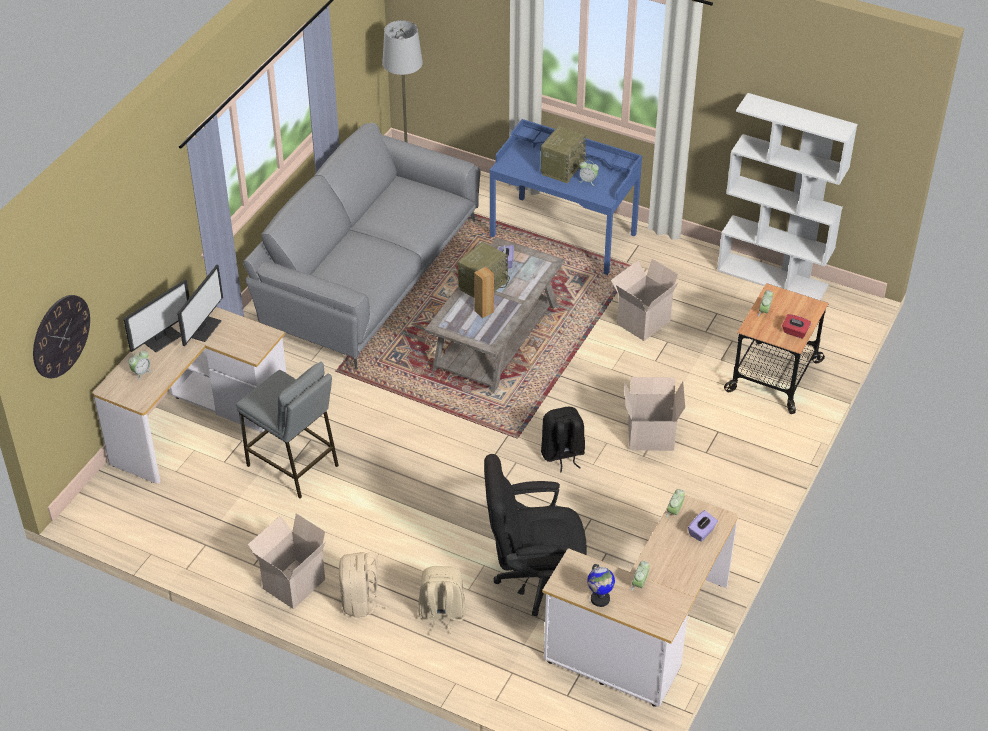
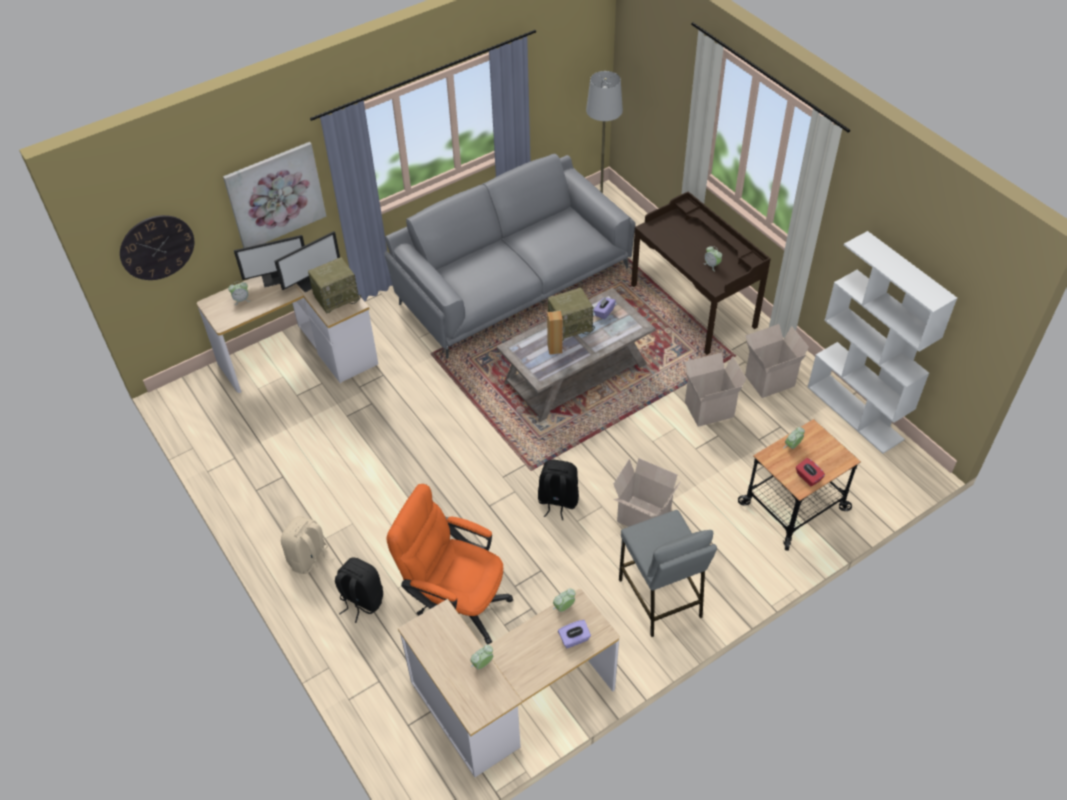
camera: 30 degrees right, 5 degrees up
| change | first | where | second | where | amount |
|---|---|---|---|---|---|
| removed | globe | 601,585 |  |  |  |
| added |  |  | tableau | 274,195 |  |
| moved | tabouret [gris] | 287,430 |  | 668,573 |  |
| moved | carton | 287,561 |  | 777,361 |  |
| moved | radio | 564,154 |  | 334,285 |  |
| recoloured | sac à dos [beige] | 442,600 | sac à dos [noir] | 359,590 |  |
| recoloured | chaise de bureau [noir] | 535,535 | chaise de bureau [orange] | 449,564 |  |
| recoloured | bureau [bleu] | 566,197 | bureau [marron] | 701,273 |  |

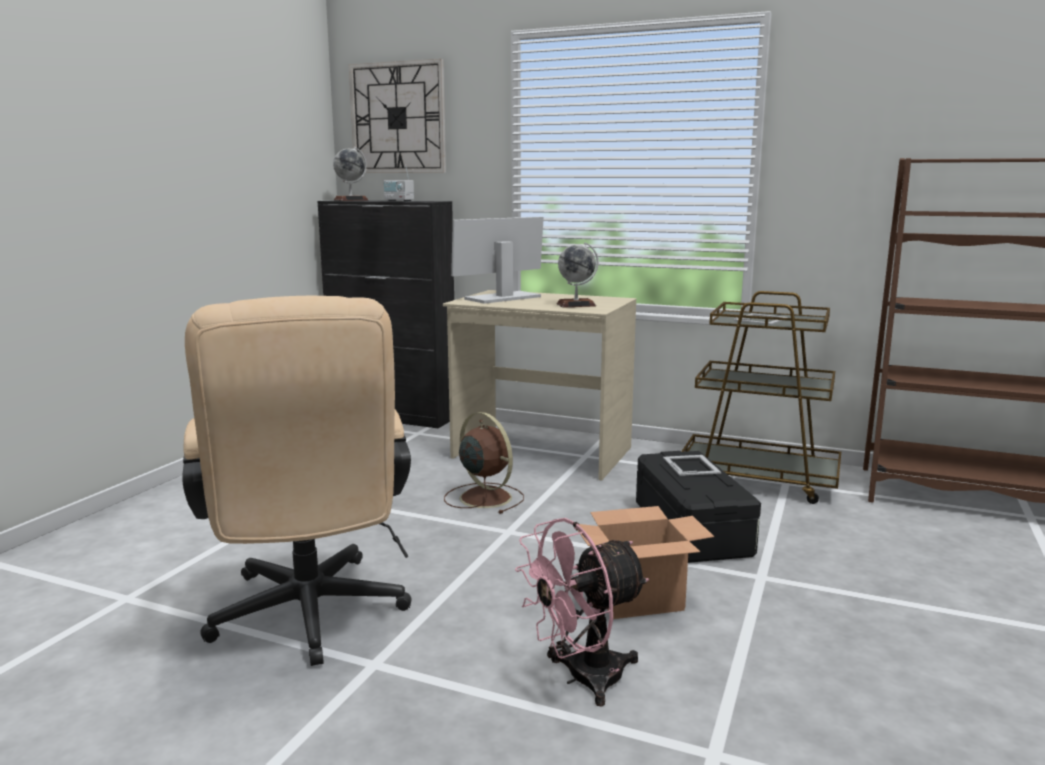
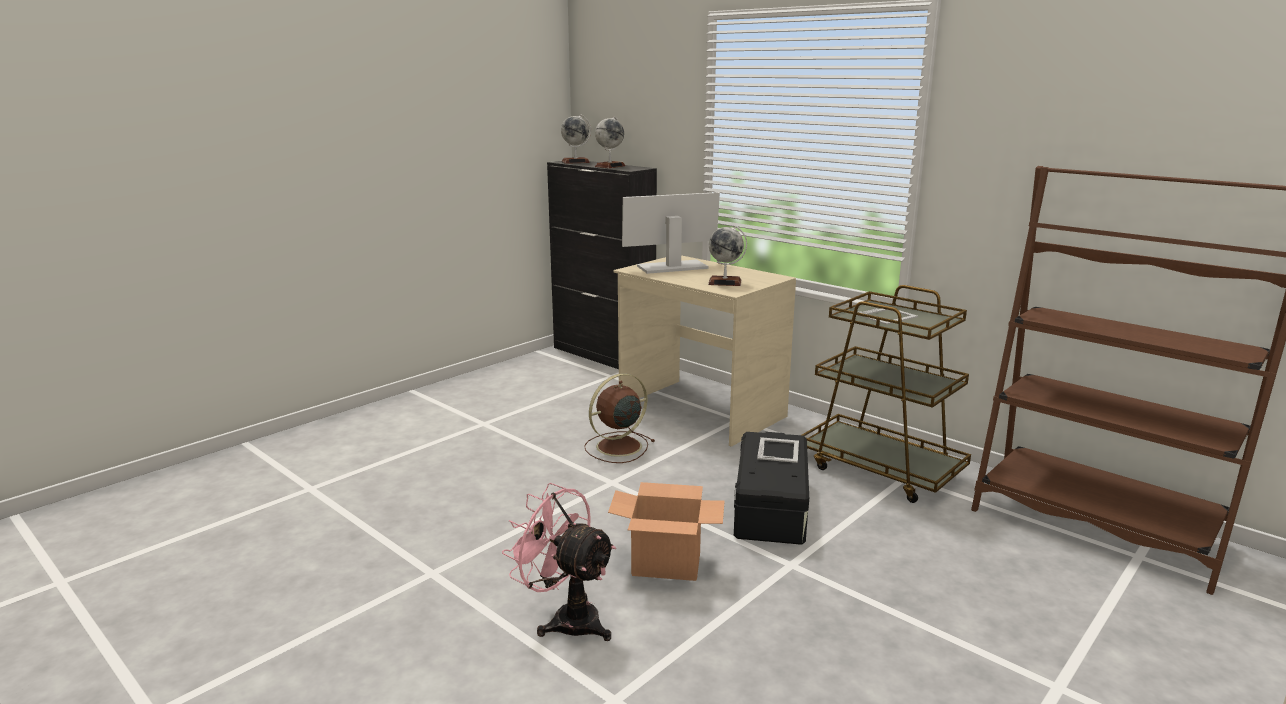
camera: 20 degrees right, 5 degrees up
| change | first | where | second | where | amount |
|---|---|---|---|---|---|
| removed | chaise de bureau [beige] | 297,481 |  |  |  |
| removed | horloge murale | 397,116 |  |  |  |
| replaced | radio | 399,182 | globe | 610,142 |  |
| turned | ventilateur [marron] | 484,463 |  | 619,418 | 105 degrees counterclockwise |
| turned | ventilateur [rose] | 582,612 |  | 559,562 | 45 degrees clockwise |

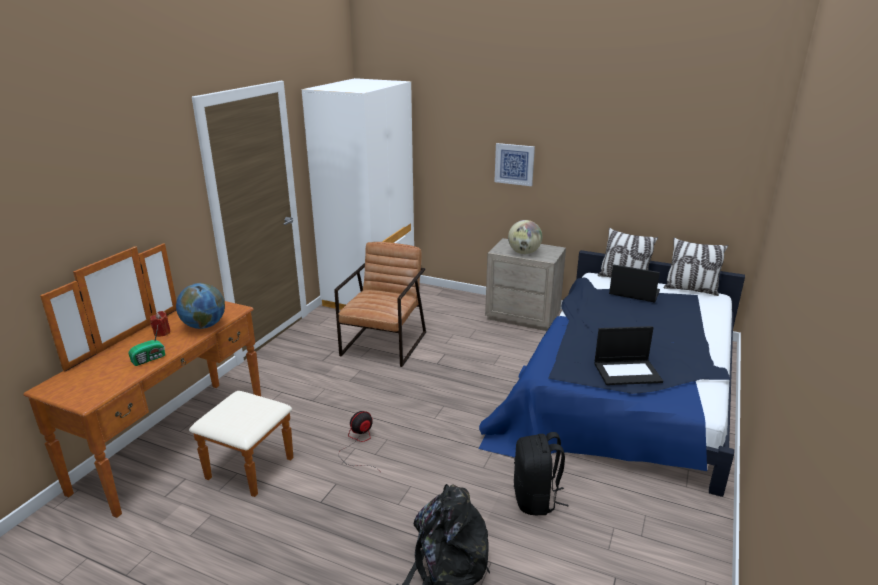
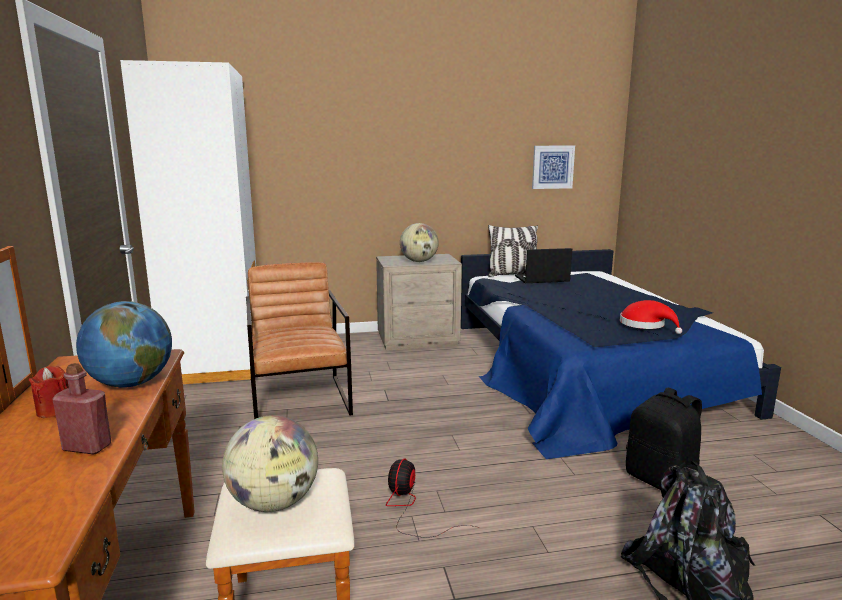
camera: 35 degrees left, 10 degrees down
| change | first | where | second | where | amount |
|---|---|---|---|---|---|
| removed | coussin | 695,267 |  |  |  |
| added |  |  | globe | 270,463 |  |
| moved | tableau | 514,164 |  | 553,167 |  |
| replaced | radio | 147,346 | bouteille [rouge] | 81,408 |  |
| replaced | ordinateur portable | 629,355 | chapeau [rouge] | 651,317 |  |

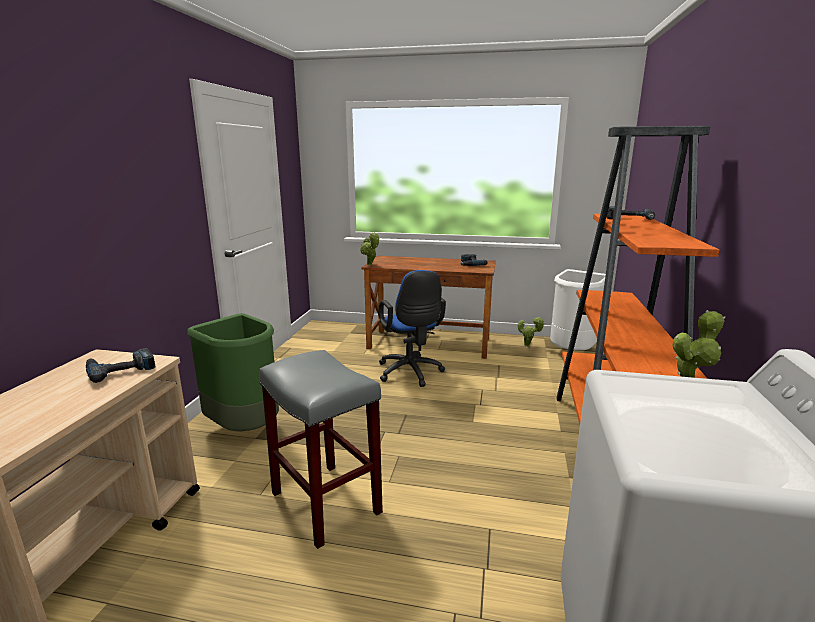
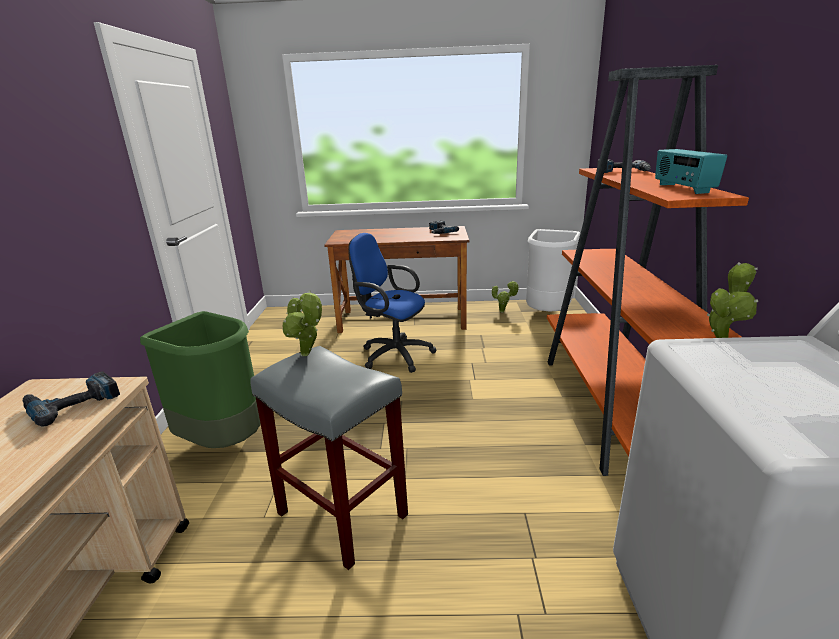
camera: 10 degrees left, 5 degrees up
| change | first | where | second | where | amount |
|---|---|---|---|---|---|
| added |  |  | radio | 691,171 |  |
| moved | plante en pot | 369,248 |  | 302,323 |  |
| turned | chaise de bureau [bleu] | 412,328 |  | 392,303 | 150 degrees clockwise |

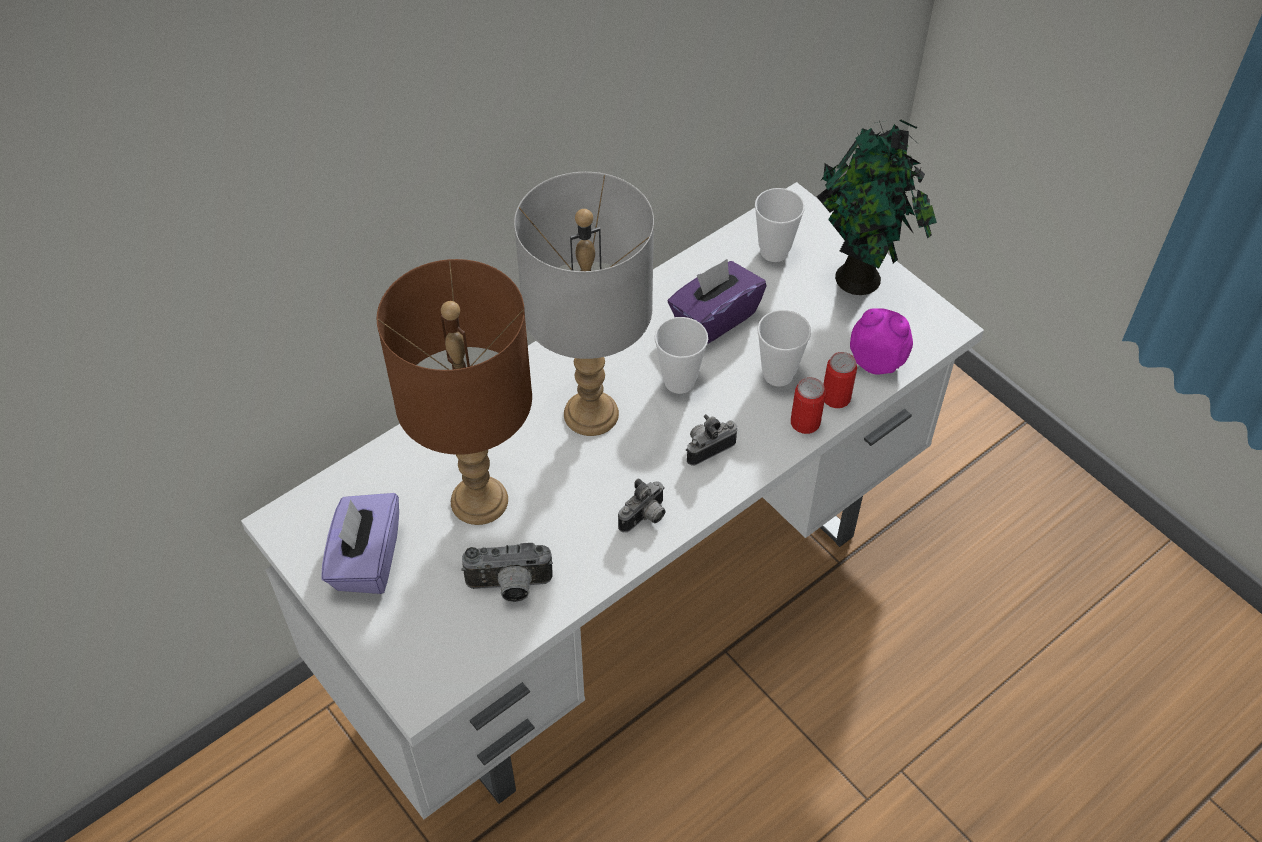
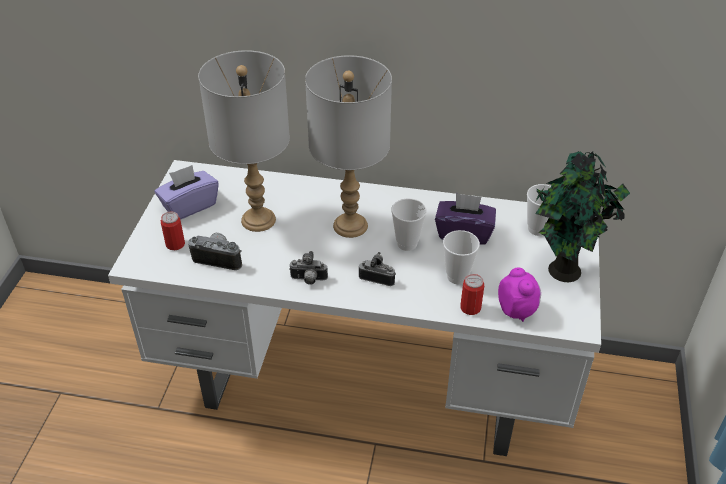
camera: 50 degrees right, 10 degrees down
| change | first | where | second | where | amount |
|---|---|---|---|---|---|
| moved | boîte métallique | 808,405 |  | 173,231 |  |
| recoloured | lampe de table [marron] | 454,392 | lampe de table [gris] | 244,141 |  |
| turned | appareil photo | 507,572 |  | 215,251 | 150 degrees clockwise |

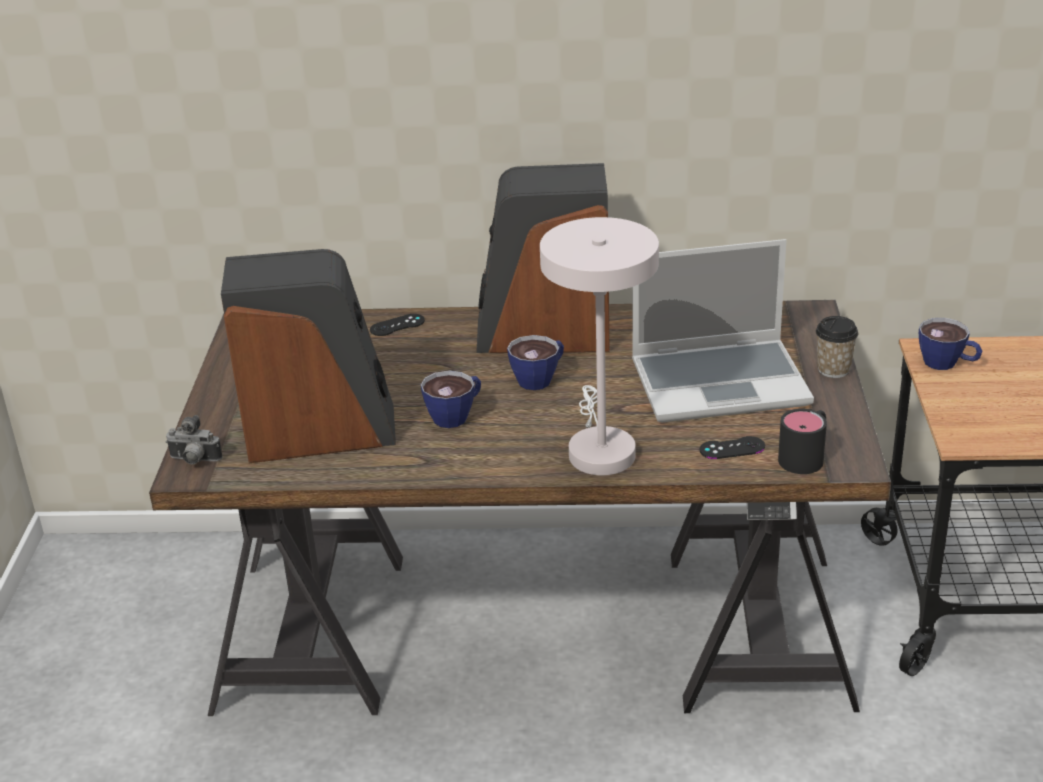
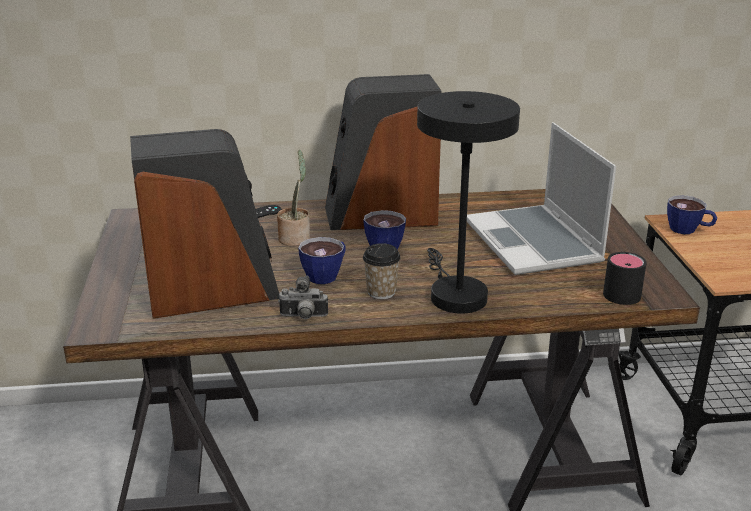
camera: 10 degrees left, 5 degrees down
| change | first | where | second | where | amount |
|---|---|---|---|---|---|
| removed | manette [noir] | 732,447 |  |  |  |
| added |  |  | plante en pot | 293,198 |  |
| moved | appareil photo | 194,439 |  | 303,297 |  |
| moved | tasse | 837,347 |  | 382,271 |  |
| recoloured | lampe de table [blanc] | 599,346 | lampe de table [noir] | 468,202 |  |
| turned | ordinateur portable | 723,330 |  | 541,198 | 90 degrees clockwise |

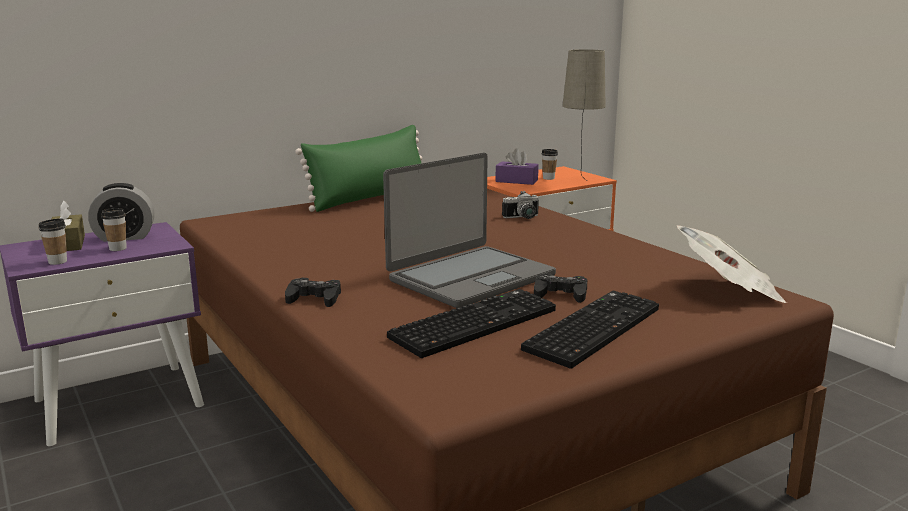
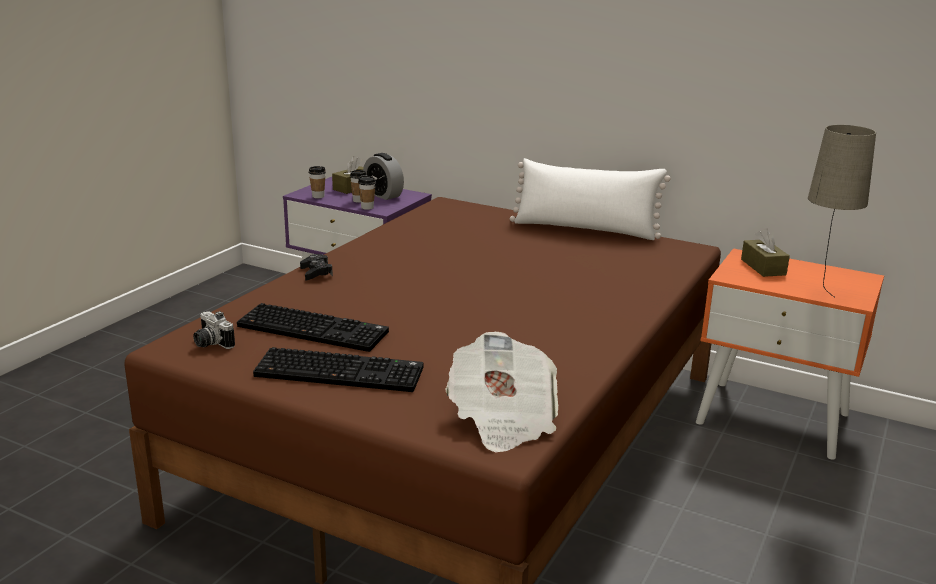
camera: 60 degrees right, 5 degrees up
| change | first | where | second | where | amount |
|---|---|---|---|---|---|
| removed | ordinateur portable | 469,230 |  |  |  |
| removed | manette [noir] | 560,288 |  |  |  |
| moved | appareil photo | 520,205 |  | 214,330 |  |
| moved | tasse | 549,164 |  | 367,193 |  |
| recoloured | coussin [vert] | 358,168 | coussin [blanc] | 590,199 |  |
| recoloured | boîte à mouchoirs [violet] | 517,166 | boîte à mouchoirs [marron] | 765,252 |  |

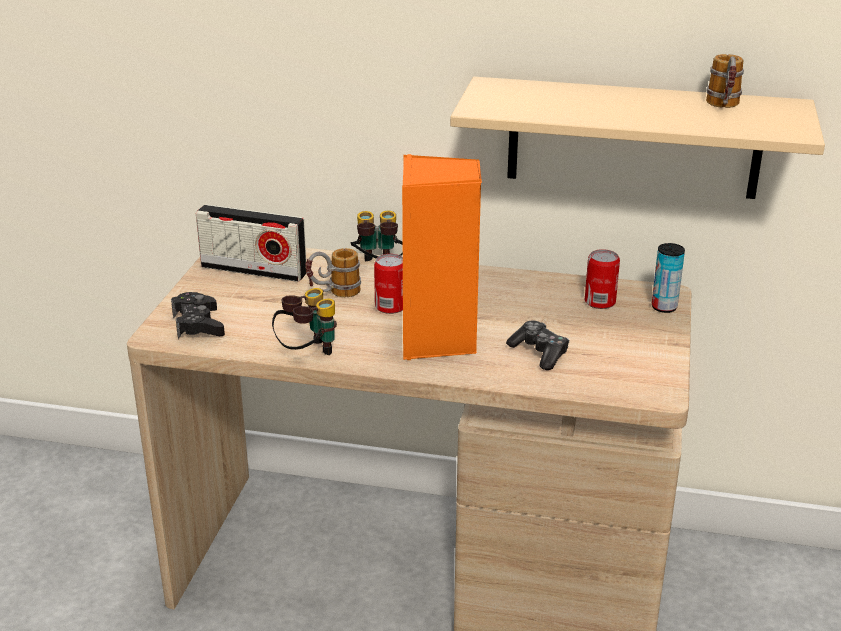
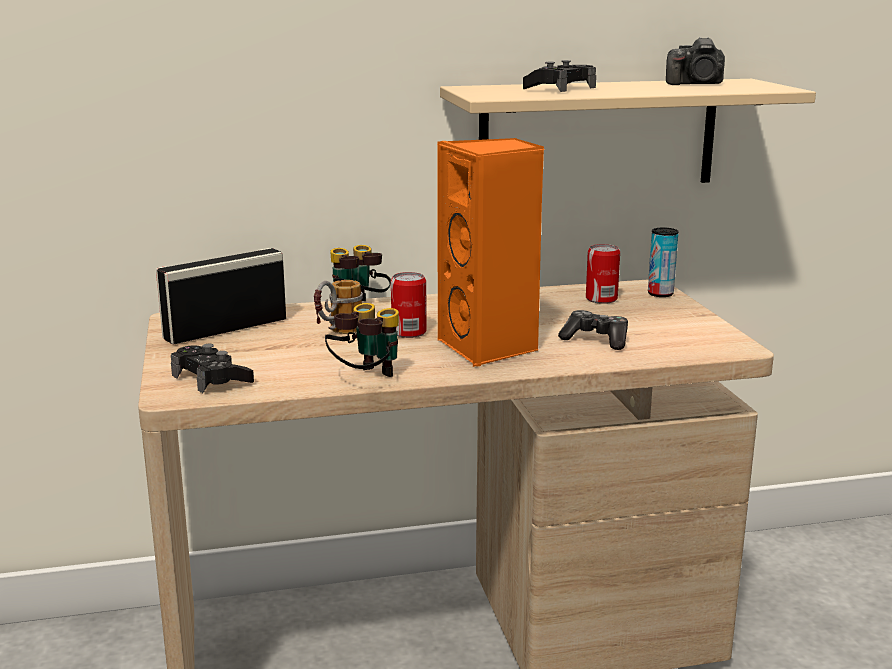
camera: 25 degrees left, 10 degrees down
| change | first | where | second | where | amount |
|---|---|---|---|---|---|
| added |  |  | manette [noir] | 559,76 |  |
| replaced | mug | 725,81 | appareil photo | 695,61 |  |
| turned | radio | 251,243 |  | 221,296 | 150 degrees clockwise |

